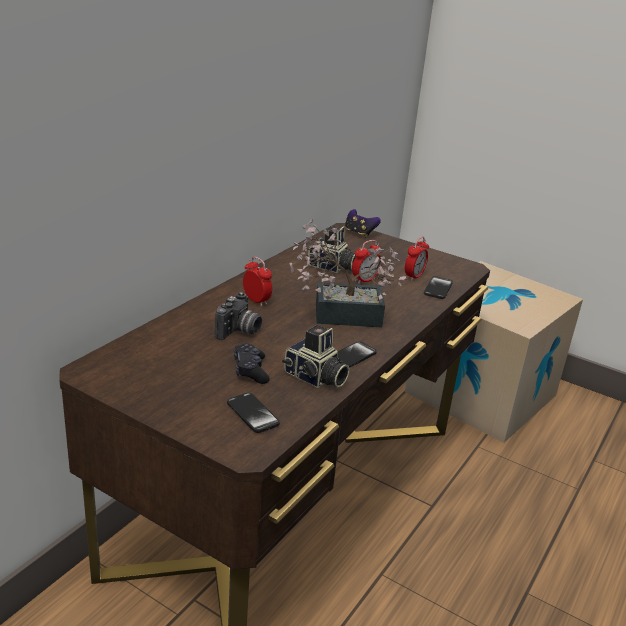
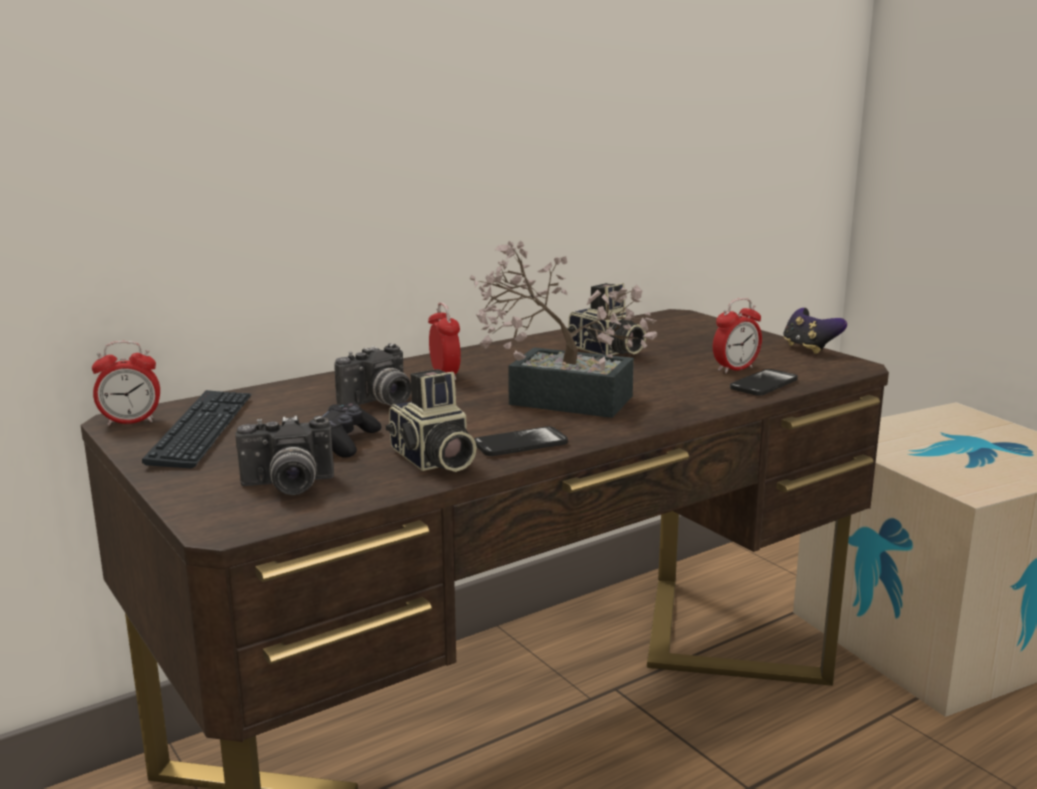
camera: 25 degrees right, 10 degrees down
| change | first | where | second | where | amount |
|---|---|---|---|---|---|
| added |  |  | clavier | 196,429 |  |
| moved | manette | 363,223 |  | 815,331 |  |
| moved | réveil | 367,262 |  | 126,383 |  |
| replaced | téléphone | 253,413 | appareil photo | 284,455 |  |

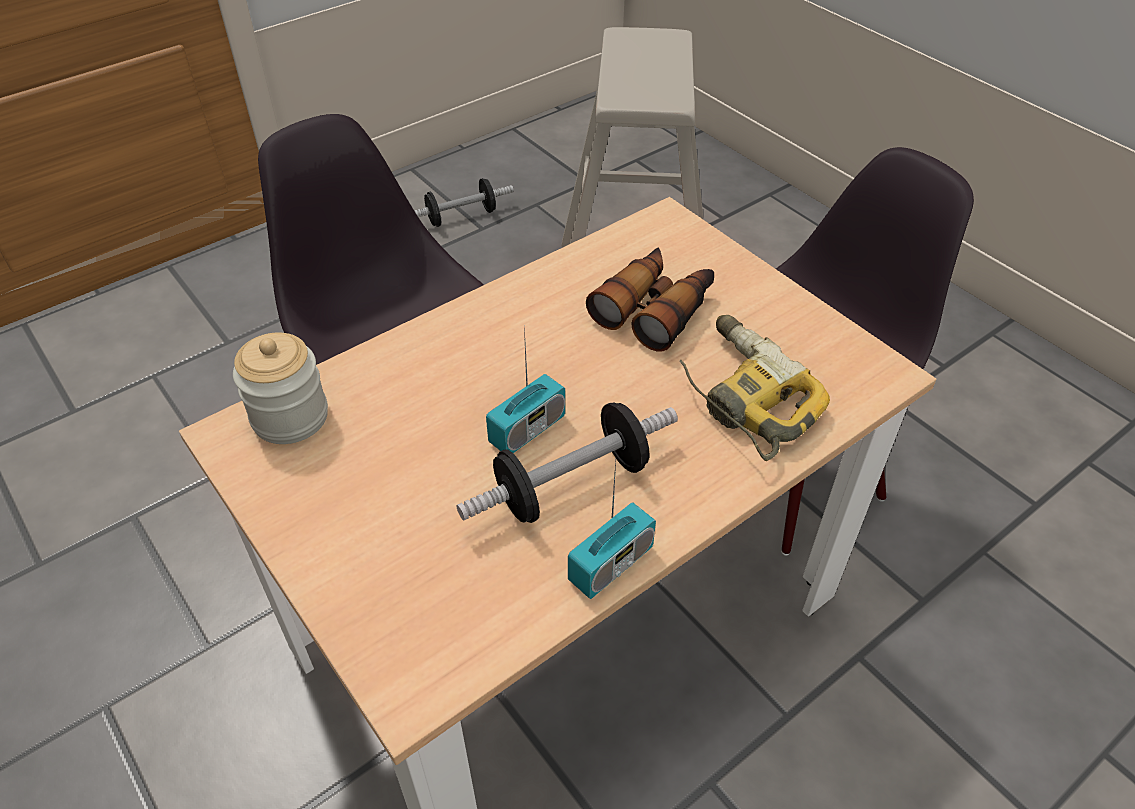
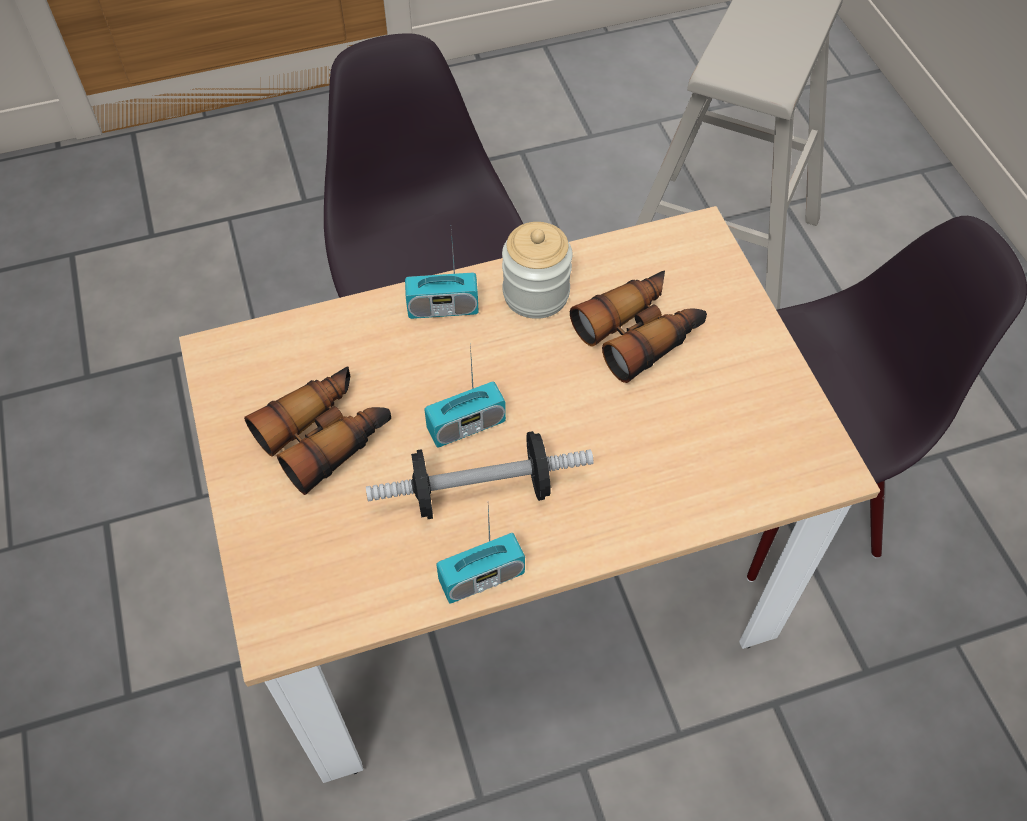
camera: 20 degrees right, 10 degrees up
| change | first | where | second | where | amount |
|---|---|---|---|---|---|
| removed | haltère | 464,202 |  |  |  |
| removed | perceuse | 755,388 |  |  |  |
| added |  |  | jumelles | 317,430 |  |
| added |  |  | radio | 442,274 |  |
| moved | bocal | 280,388 |  | 537,270 |  |

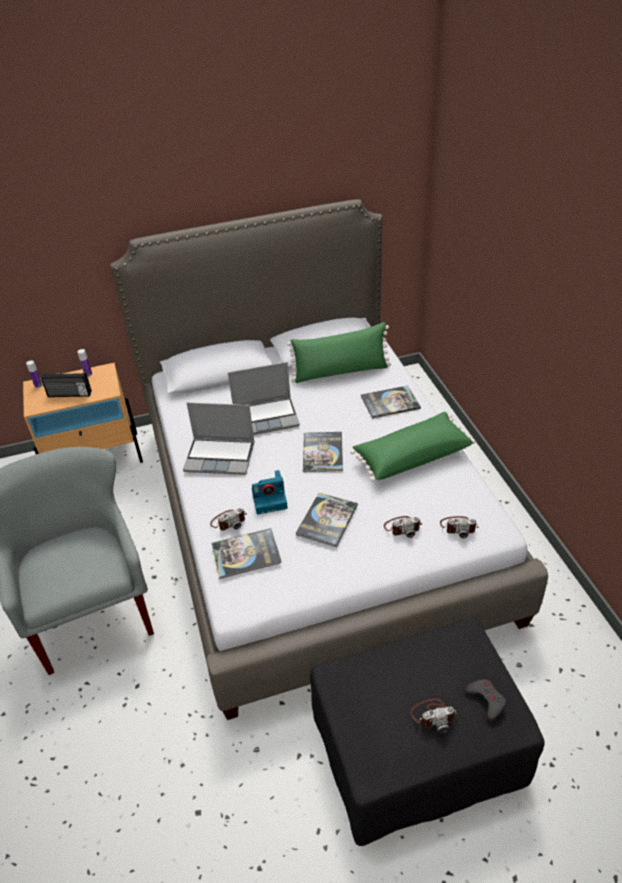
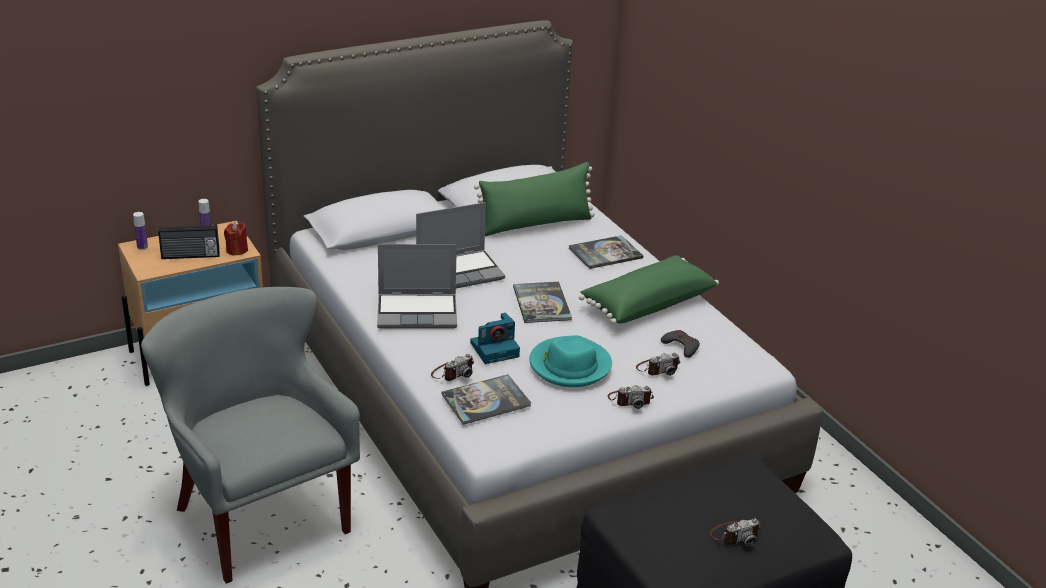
camera: 15 degrees left, 10 degrees down
| change | first | where | second | where | amount |
|---|---|---|---|---|---|
| added |  |  | bougie [rouge] | 236,239 |  |
| moved | appareil photo | 459,527 |  | 631,397 |  |
| moved | manette [gris] | 485,700 |  | 680,344 |  |
| replaced | livre | 326,520 | chapeau [turquoise] | 570,361 |  |

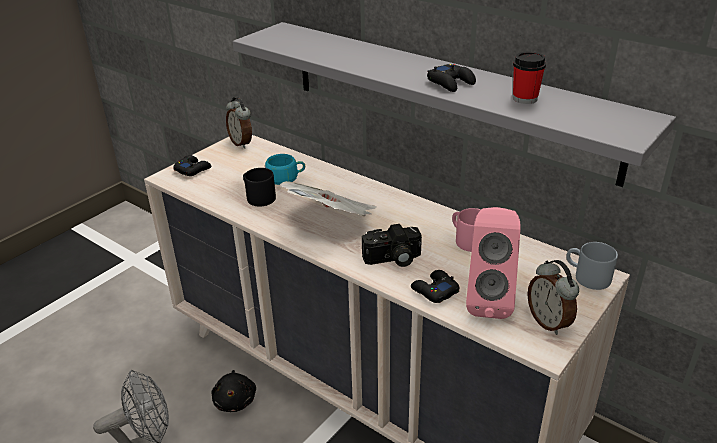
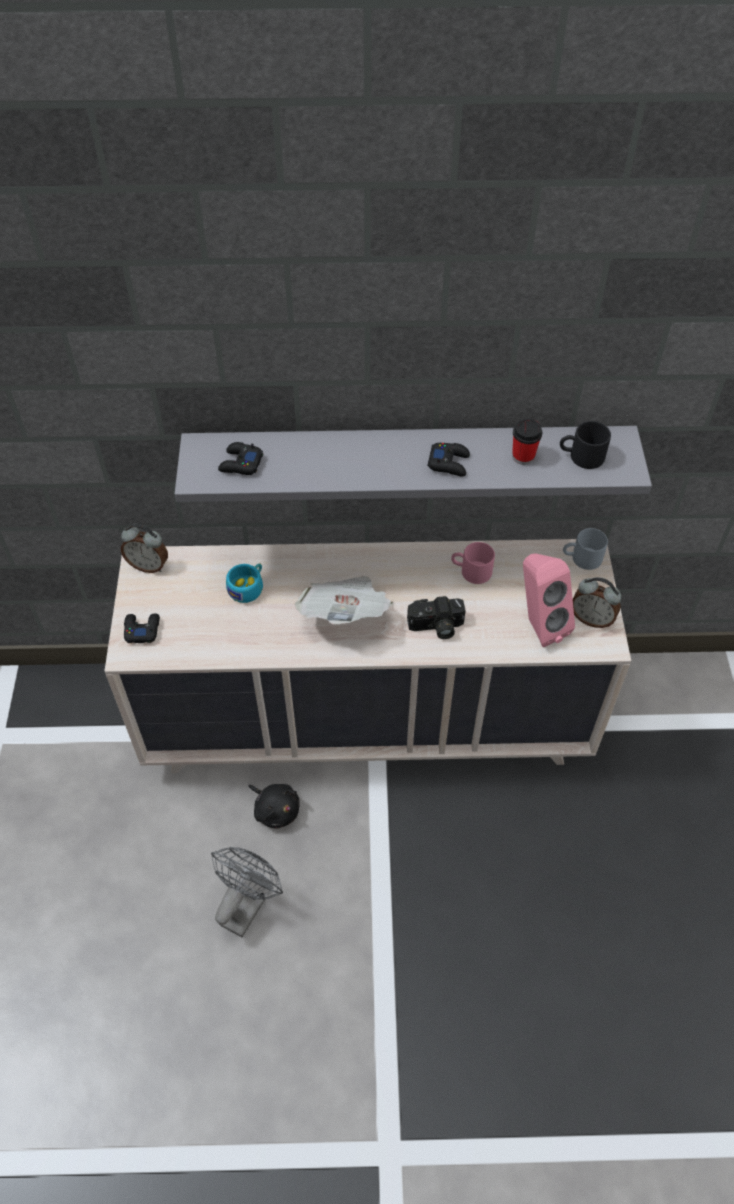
camera: 40 degrees left, 20 degrees up
| change | first | where | second | where | amount |
|---|---|---|---|---|---|
| moved | mug [noir] | 259,187 |  | 585,445 |  |
| moved | manette [noir] | 435,286 |  | 240,458 |  |
| turned | appareil photo | 392,245 |  | 436,617 | 45 degrees clockwise |

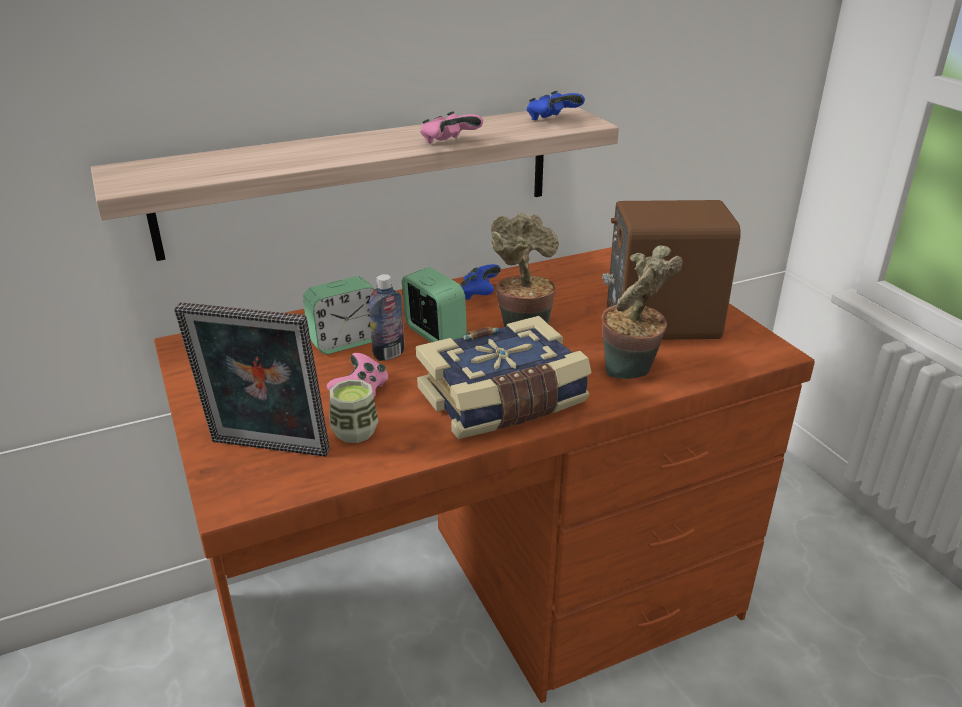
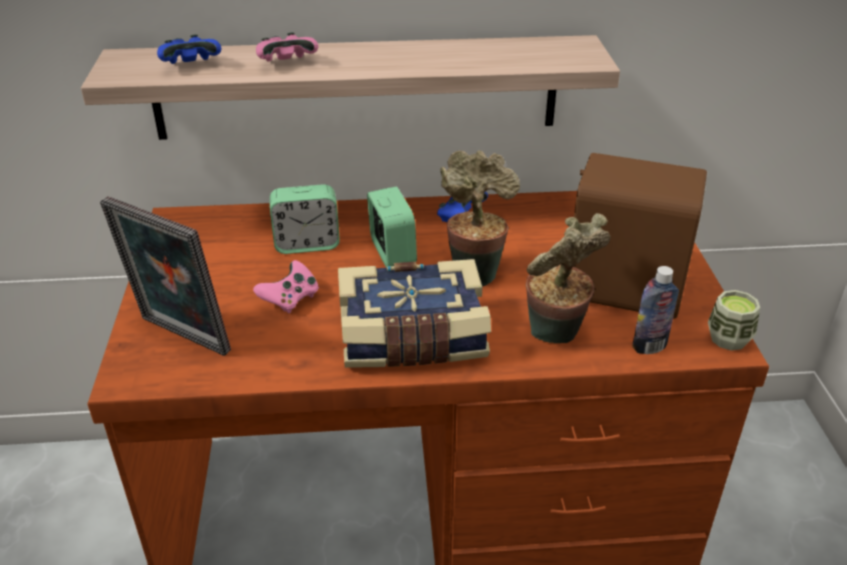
camera: 20 degrees right, 5 degrees up
| change | first | where | second | where | amount |
|---|---|---|---|---|---|
| moved | tasse | 354,411 |  | 734,320 |  |
| moved | bouteille | 386,317 |  | 655,310 |  |
| moved | manette [rose] | 451,127 |  | 287,47 |  |
| moved | manette [bleu] | 556,105 |  | 189,49 |  |

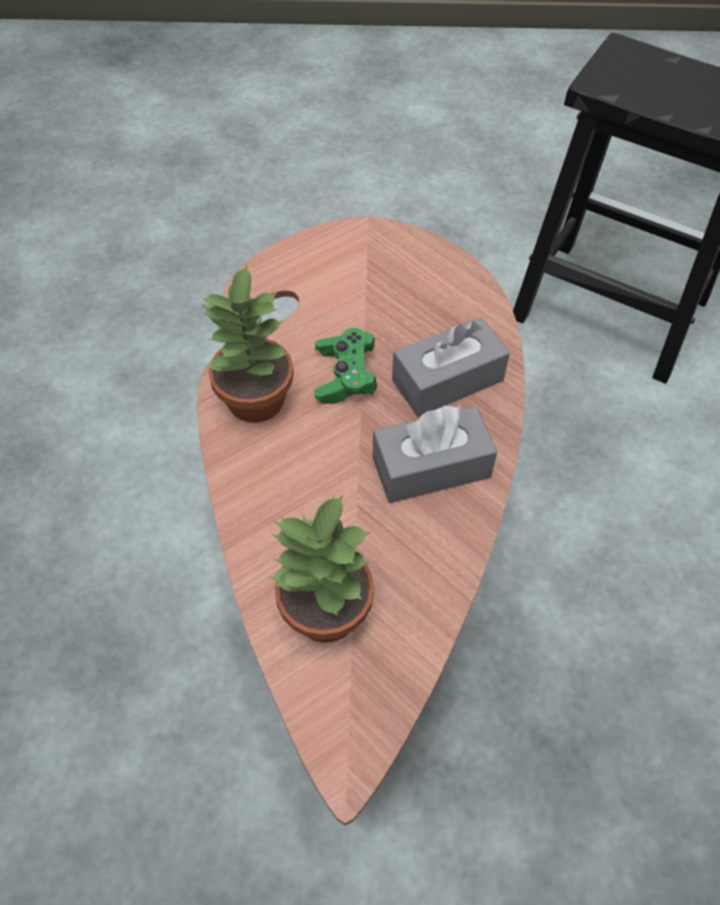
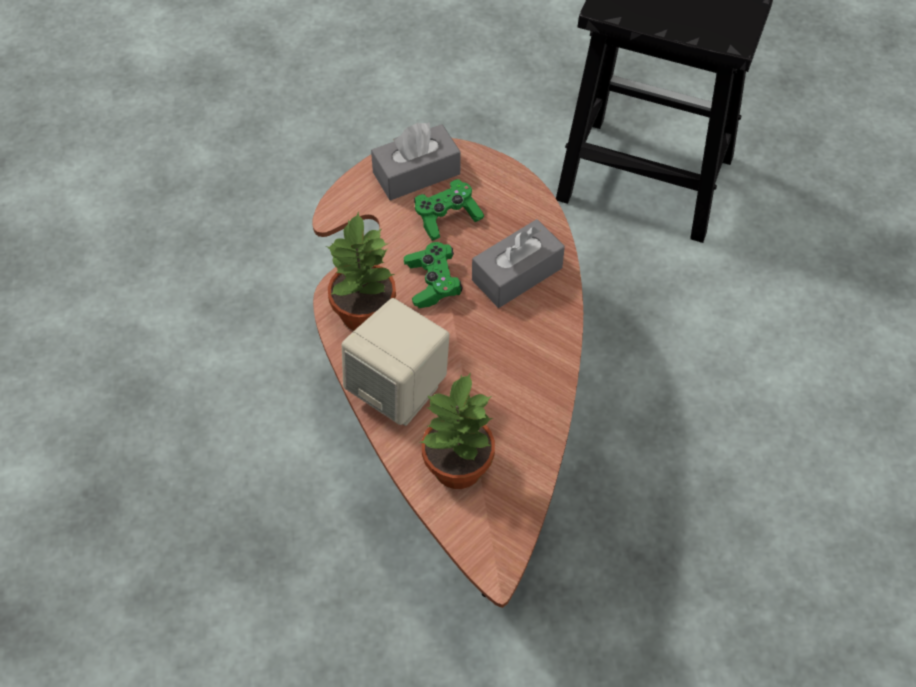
camera: 10 degrees left, 0 degrees up
| change | first | where | second | where | amount |
|---|---|---|---|---|---|
| added |  |  | enceinte [beige] | 396,362 |  |
| added |  |  | manette [vert] | 449,210 |  |
| moved | boîte à mouchoirs [gris] | 435,454 |  | 415,161 |  |

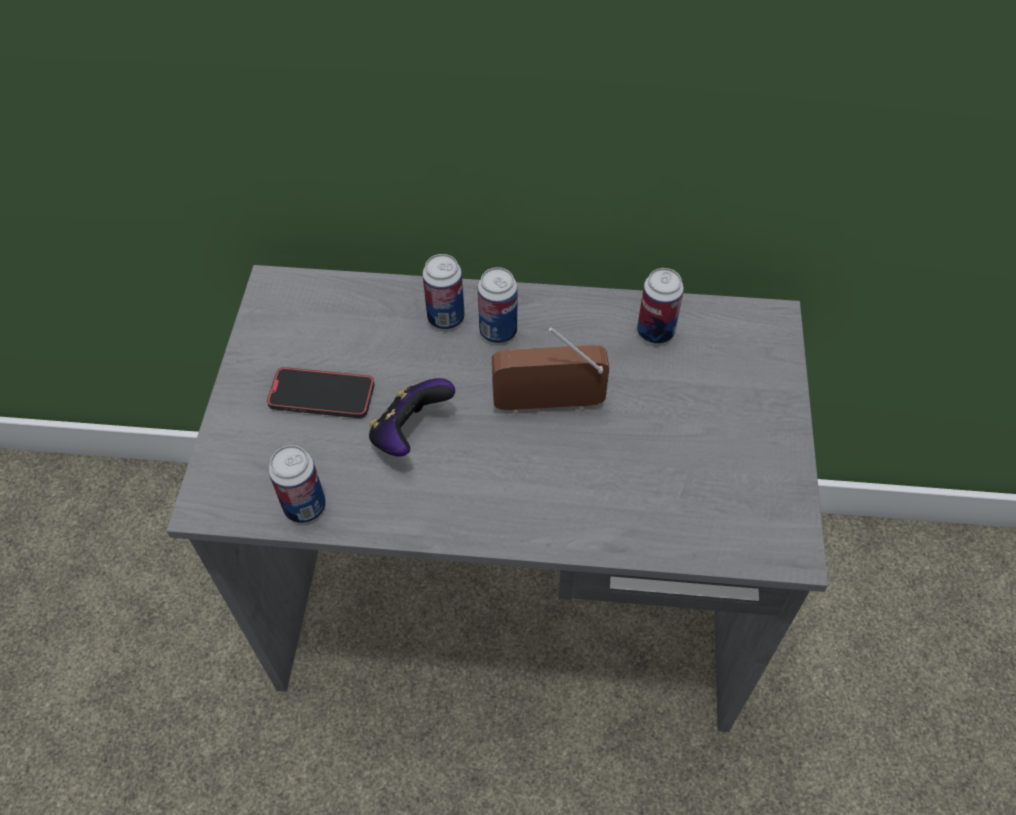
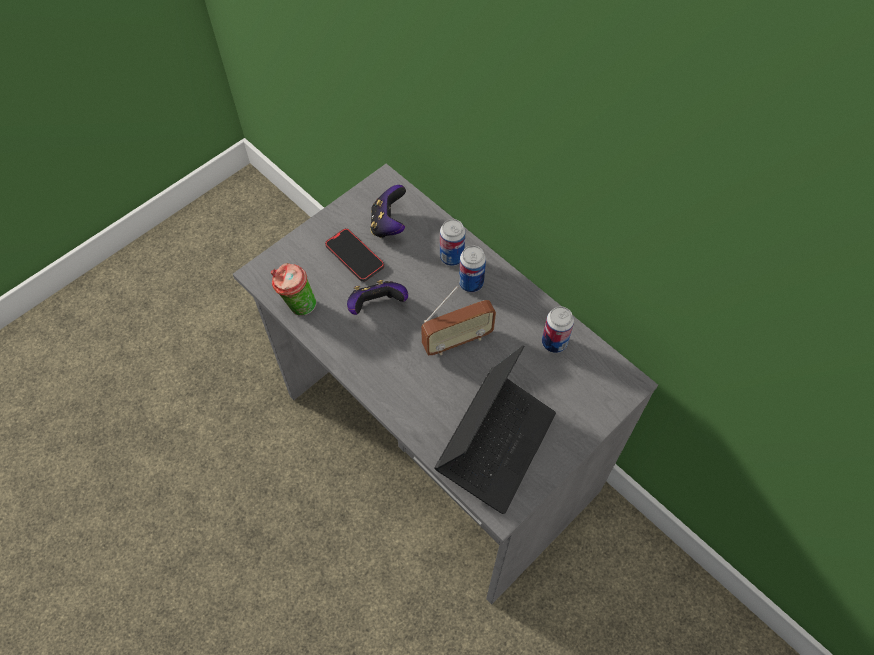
camera: 40 degrees right, 5 degrees up
| change | first | where | second | where | amount |
|---|---|---|---|---|---|
| added |  |  | manette | 388,211 |  |
| added |  |  | ordinateur portable | 495,429 |  |
| replaced | boîte métallique | 297,484 | tasse | 294,289 |  |
| turned | radio | 551,371 |  | 458,320 | 120 degrees clockwise |

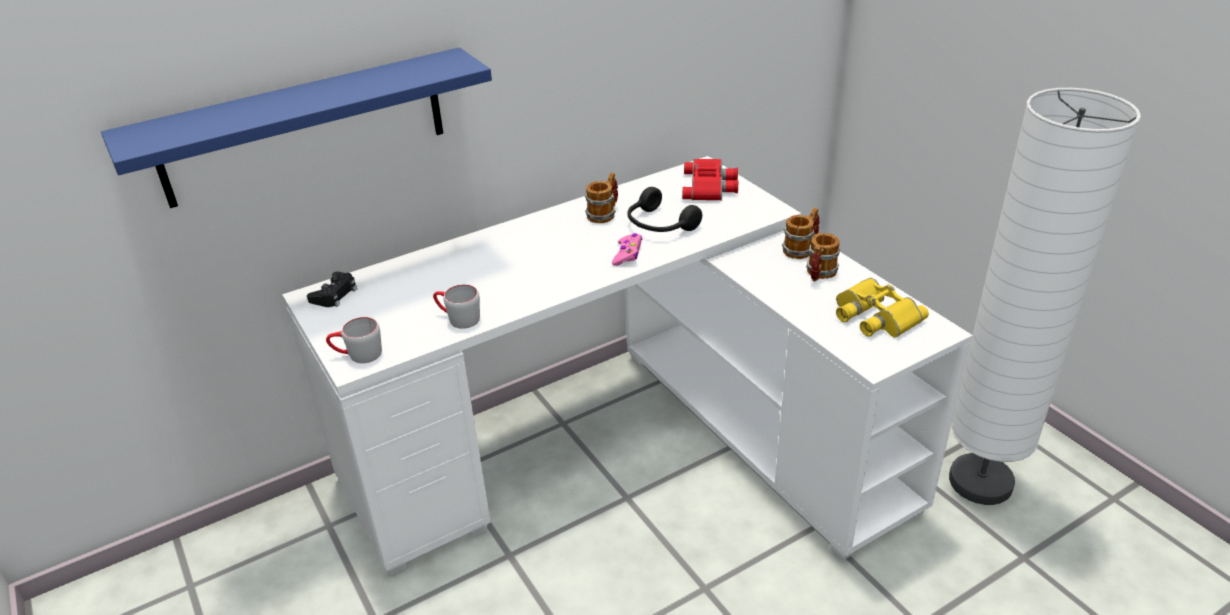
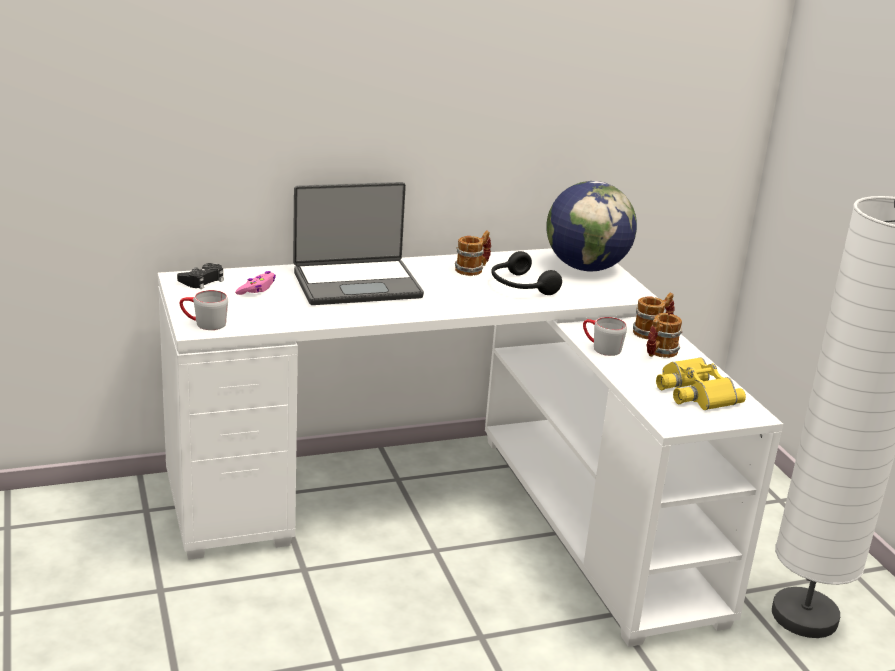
camera: 10 degrees right, 10 degrees down
| change | first | where | second | where | amount |
|---|---|---|---|---|---|
| removed | étagère [bleu] | 296,127 |  |  |  |
| added |  |  | ordinateur portable | 358,243 |  |
| moved | mug [gris] | 456,306 |  | 605,336 |  |
| moved | manette [rose] | 627,249 |  | 255,283 |  |
| replaced | jumelles [rouge] | 710,180 | globe | 591,226 |  |

